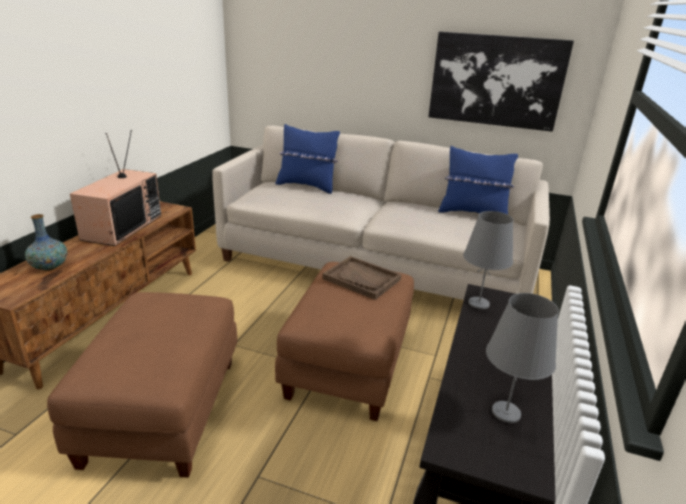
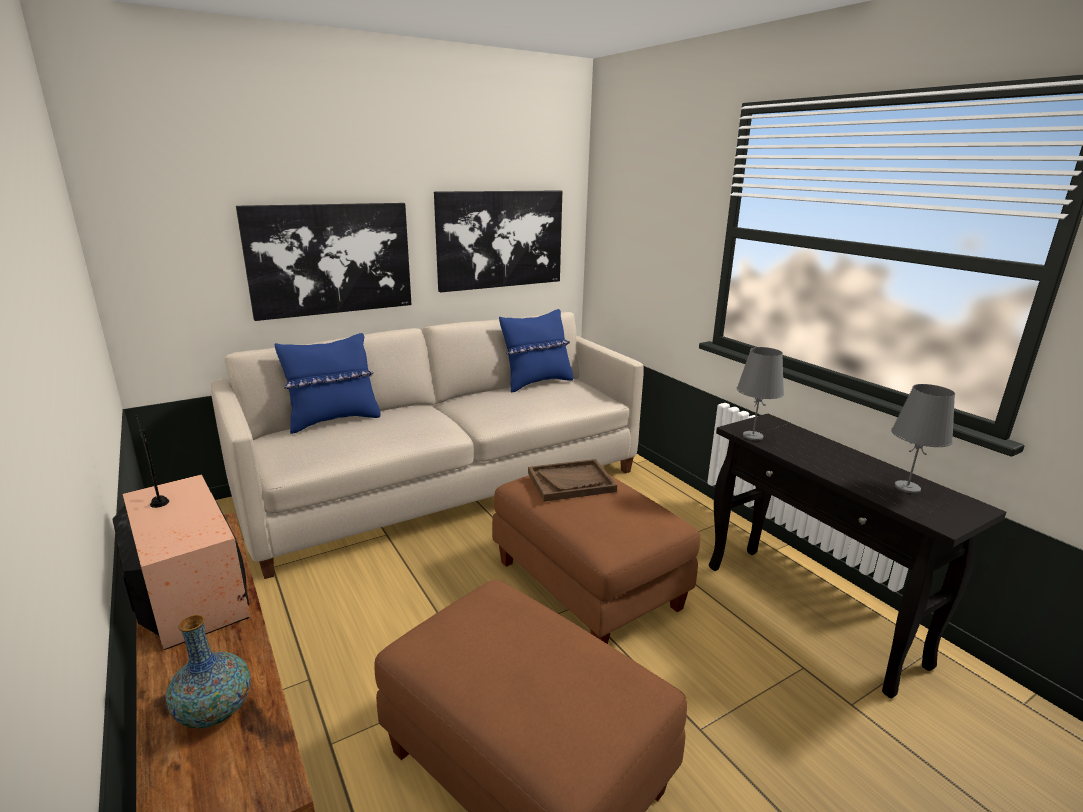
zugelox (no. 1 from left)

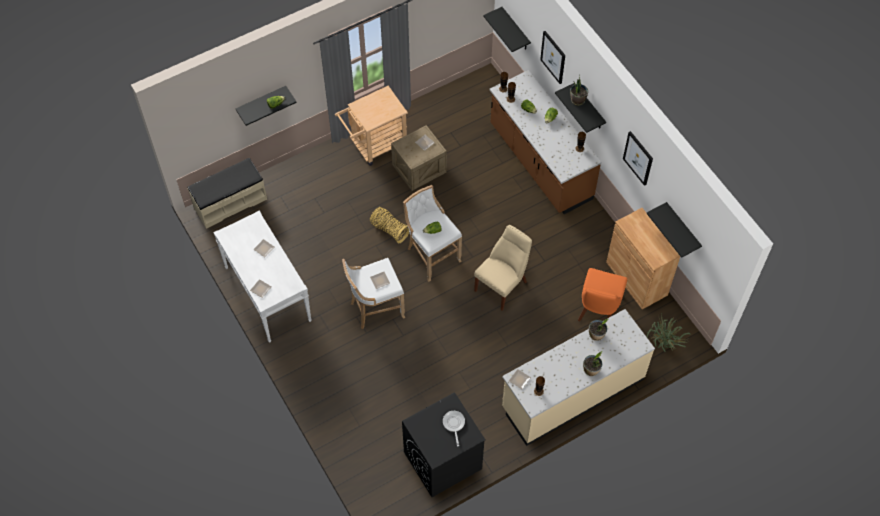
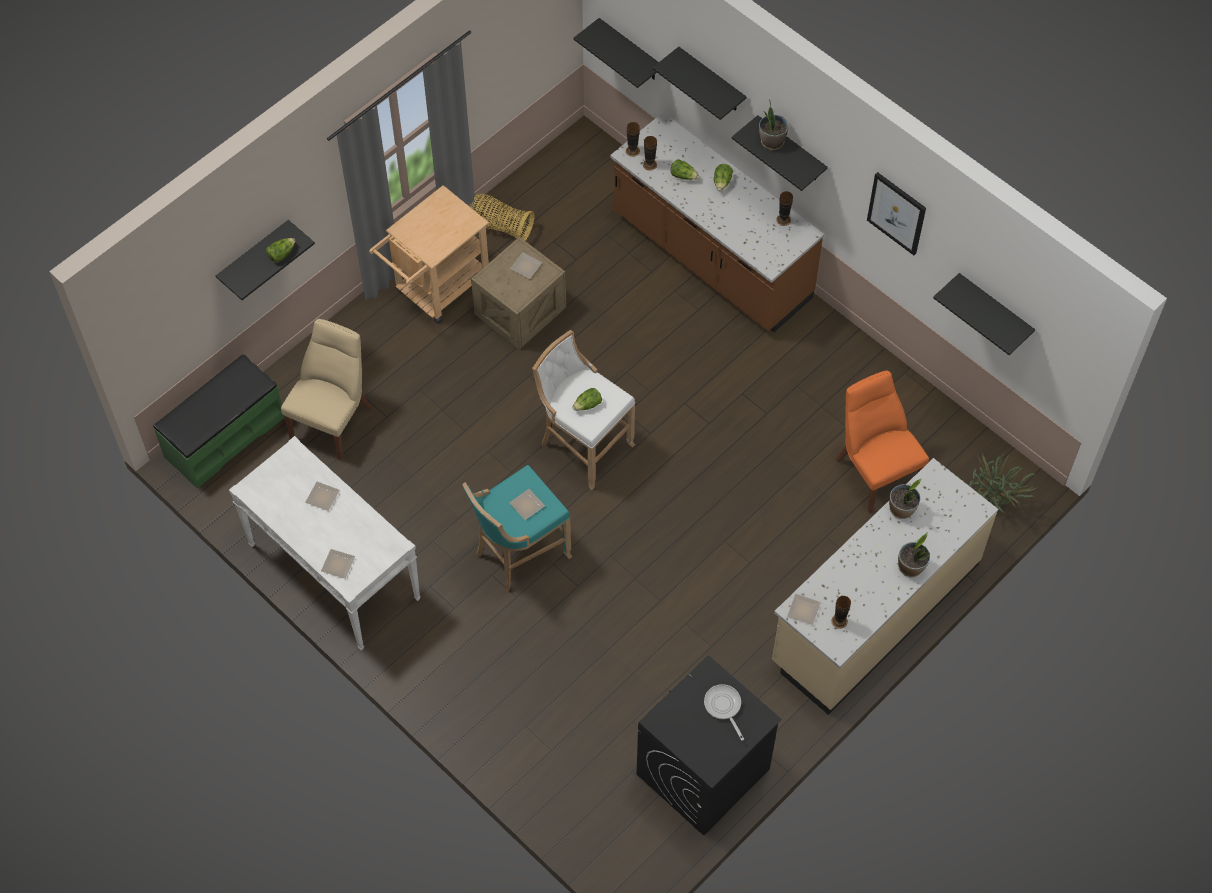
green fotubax
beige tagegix
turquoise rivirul
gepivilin
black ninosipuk (no. 3 from left)
orange tagegix
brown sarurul

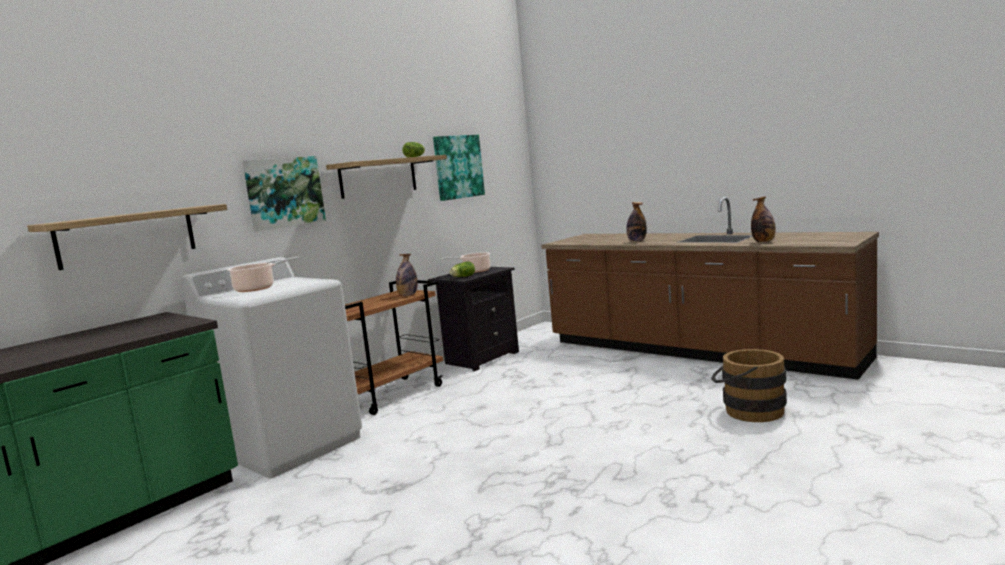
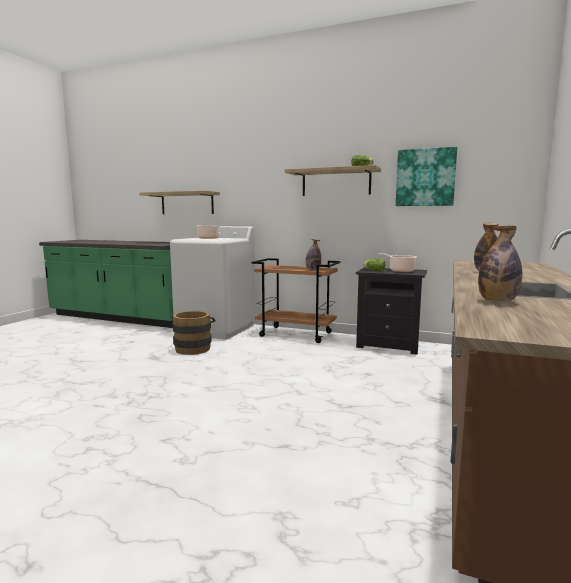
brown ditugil
zugelox (no. 1 from left in the first image)

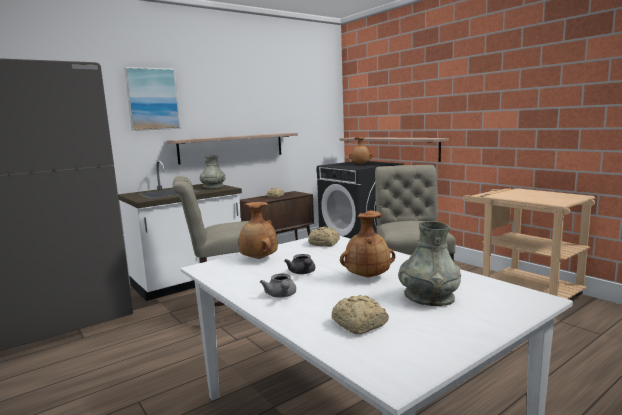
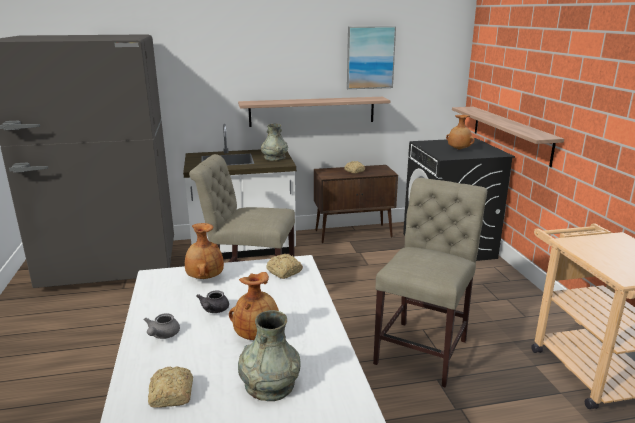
zugelox

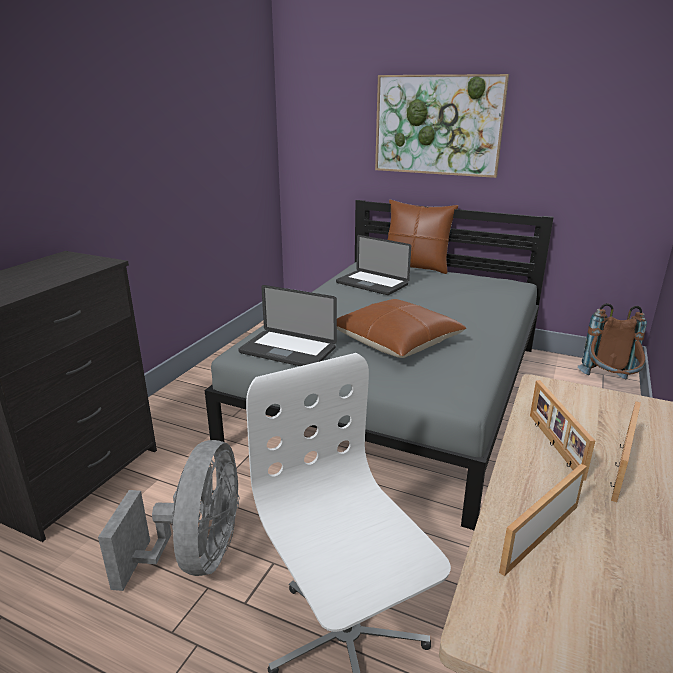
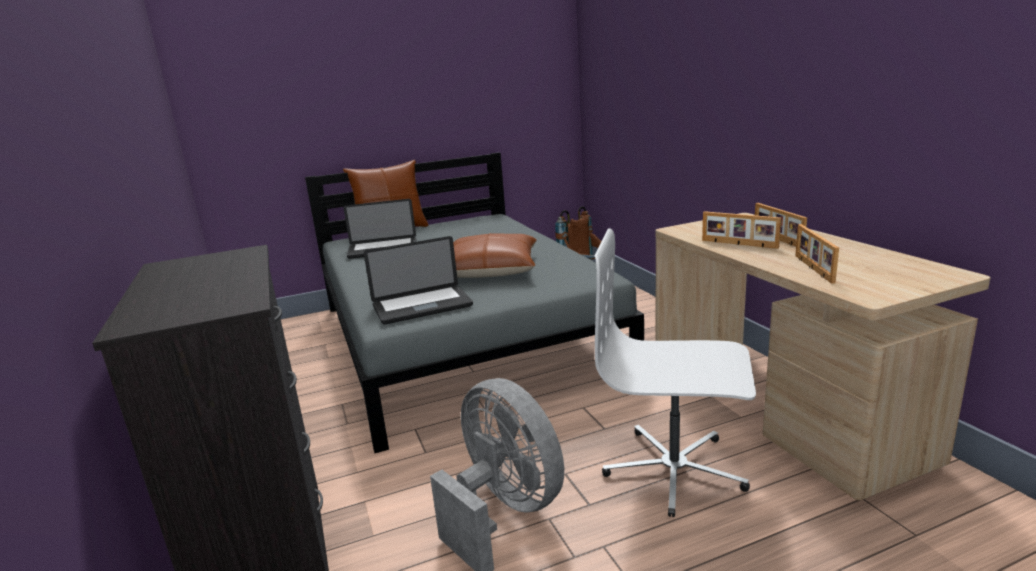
zugelox

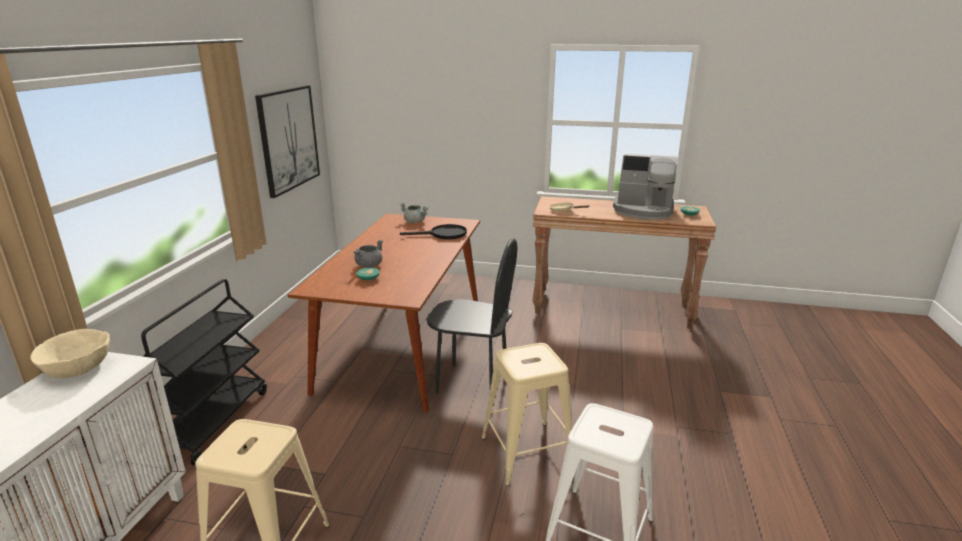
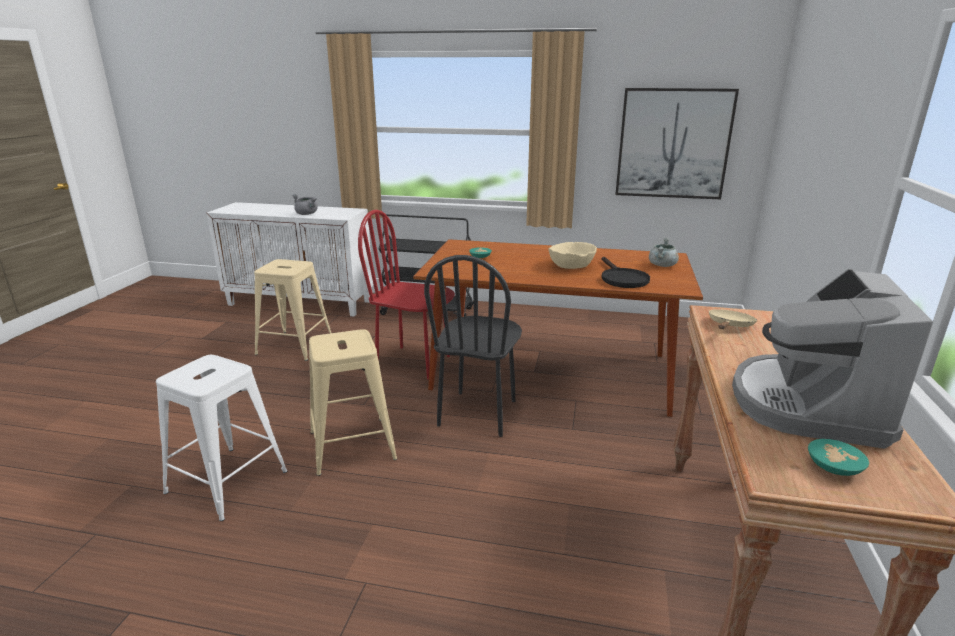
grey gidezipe (no. 1 from left)
red tagegix
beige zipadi

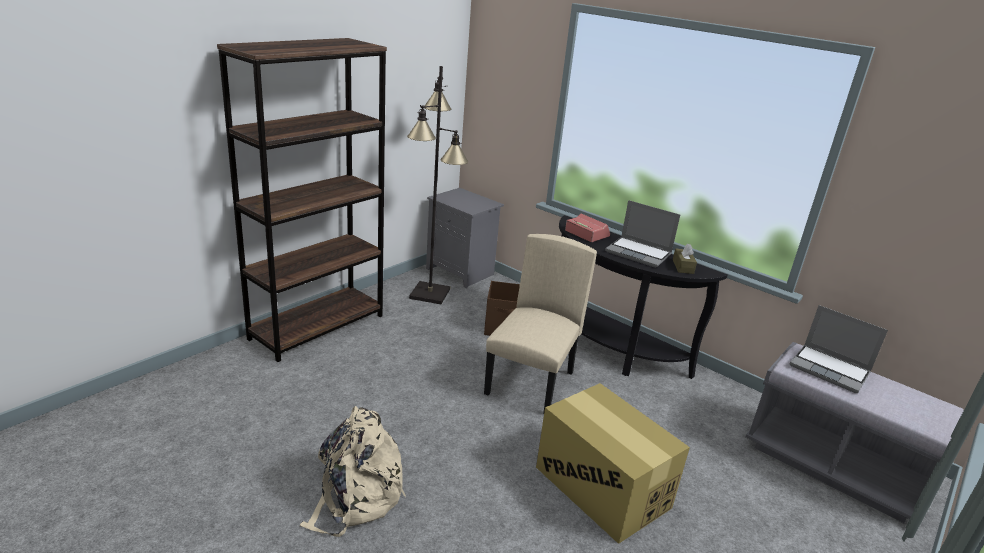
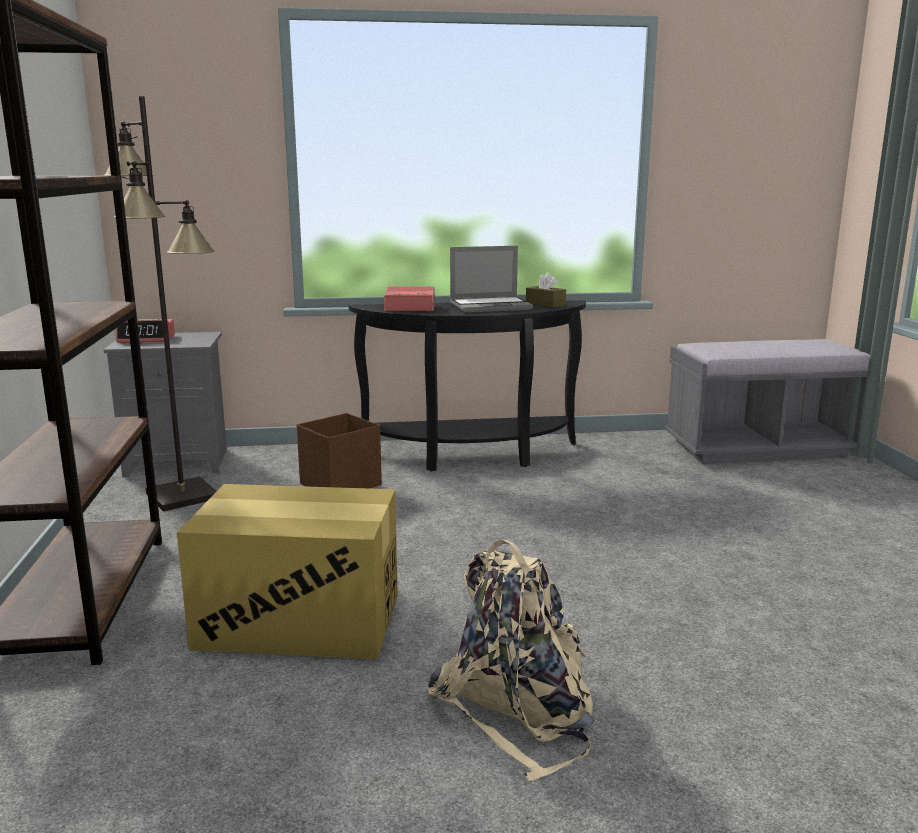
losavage (no. 1 from left)
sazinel
beige tagegix
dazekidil (no. 2 from left in the first image)

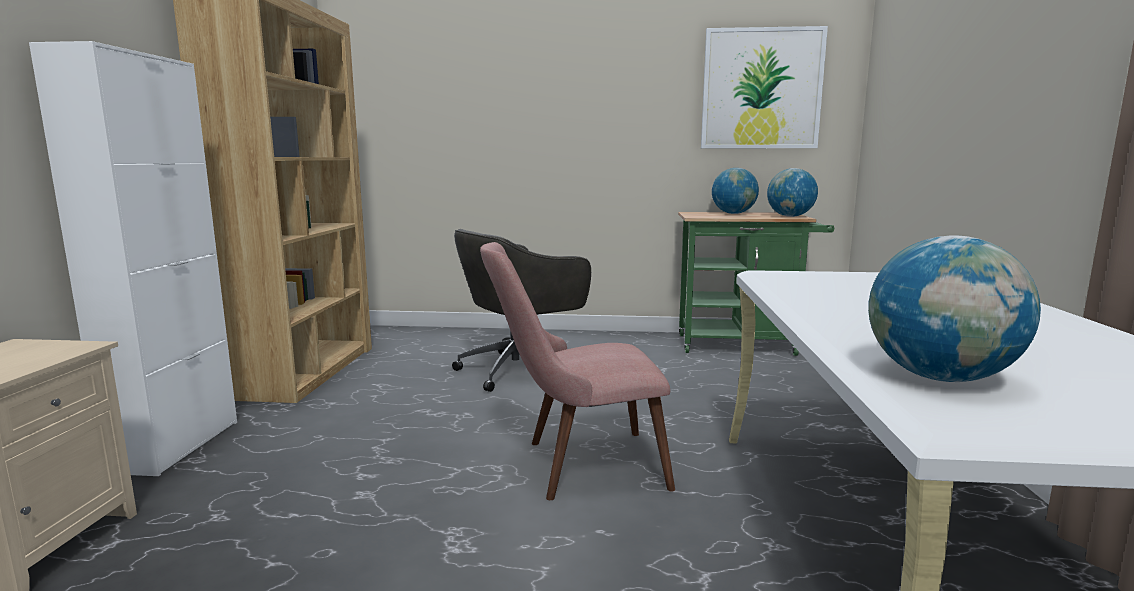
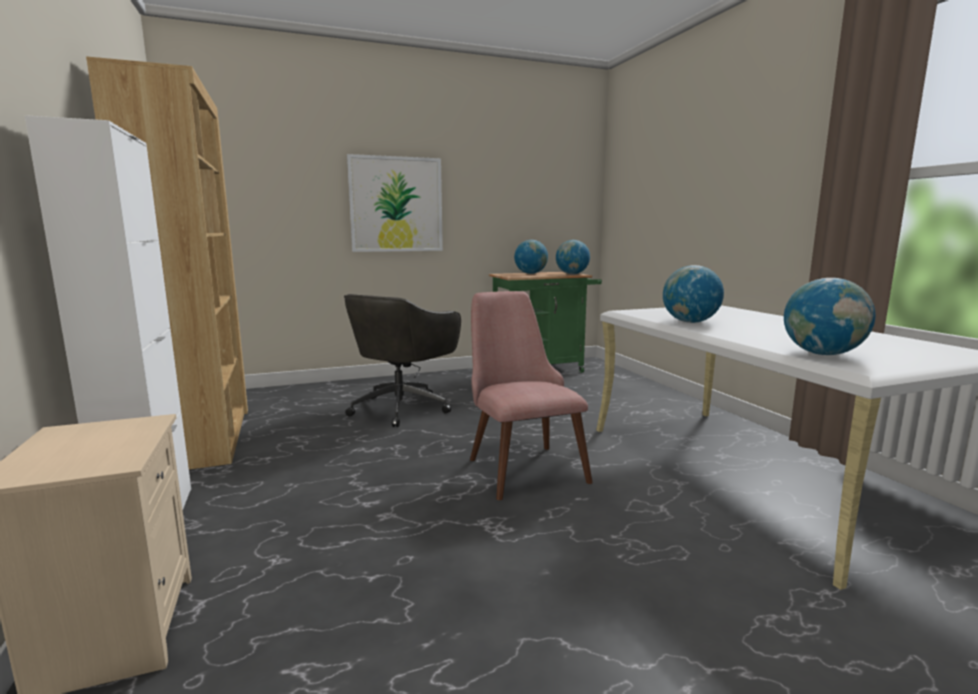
zugelox
pink tagegix
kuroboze (no. 3 from left)

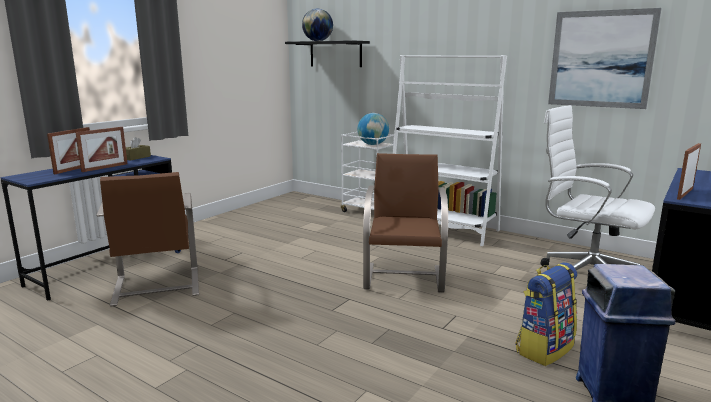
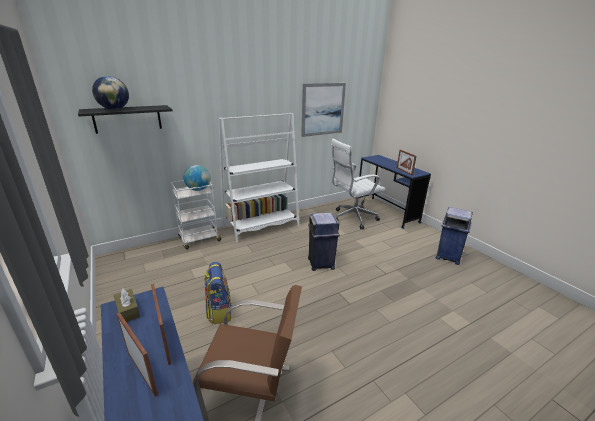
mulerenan
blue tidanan (no. 1 from left)

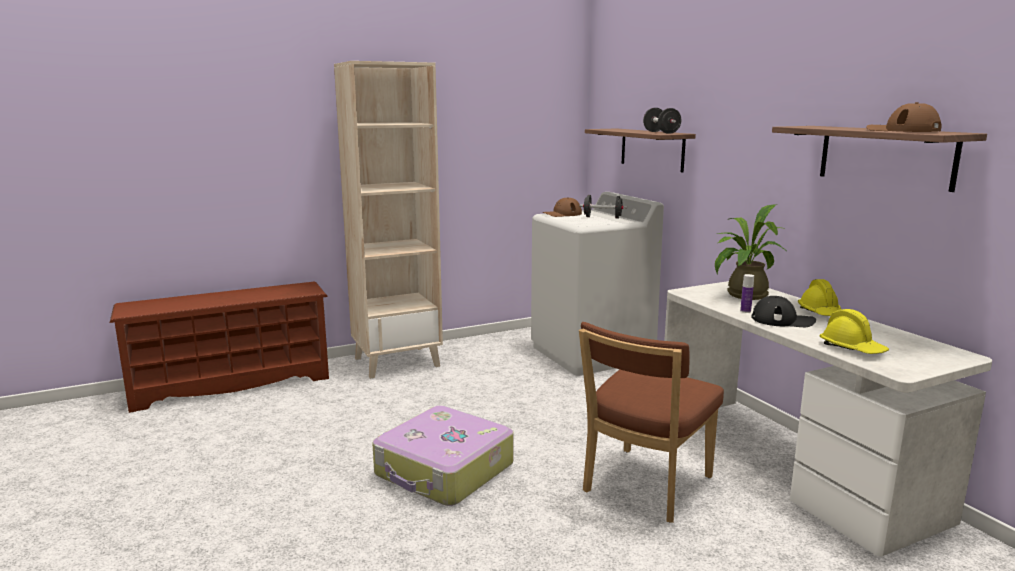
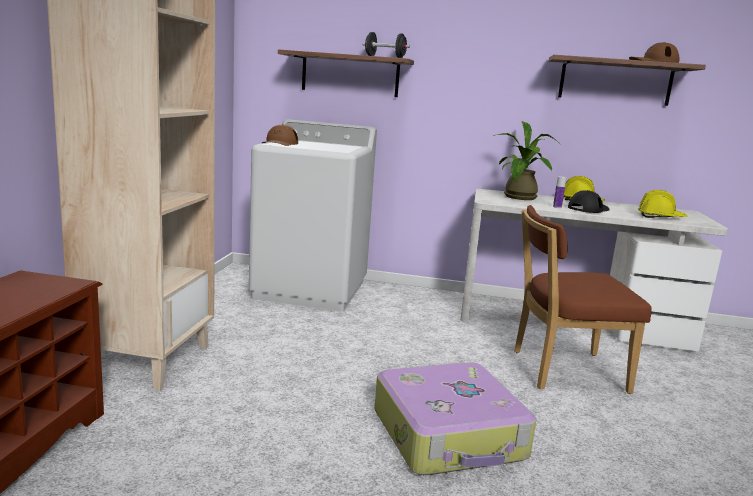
brown tagegix
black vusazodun (no. 1 from left in the first image)

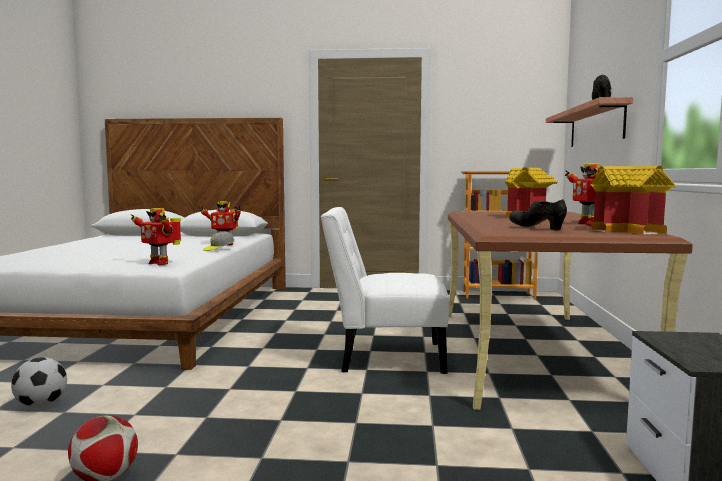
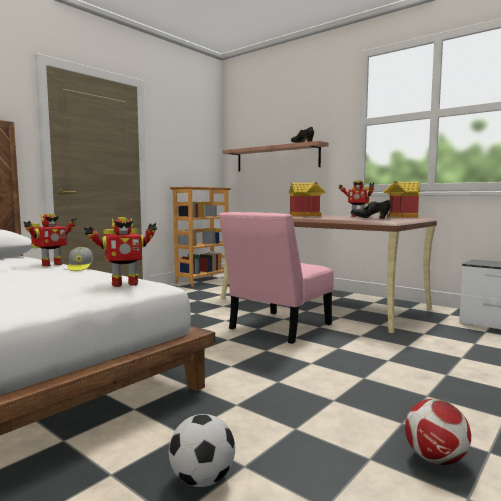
pink tagegix

